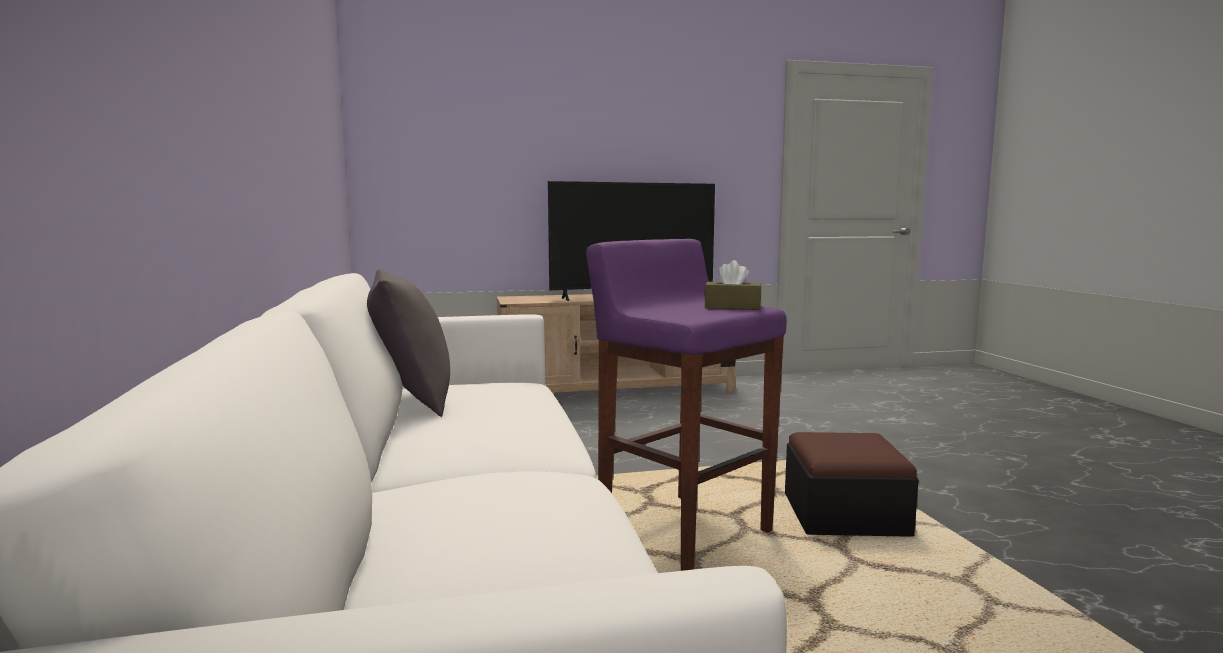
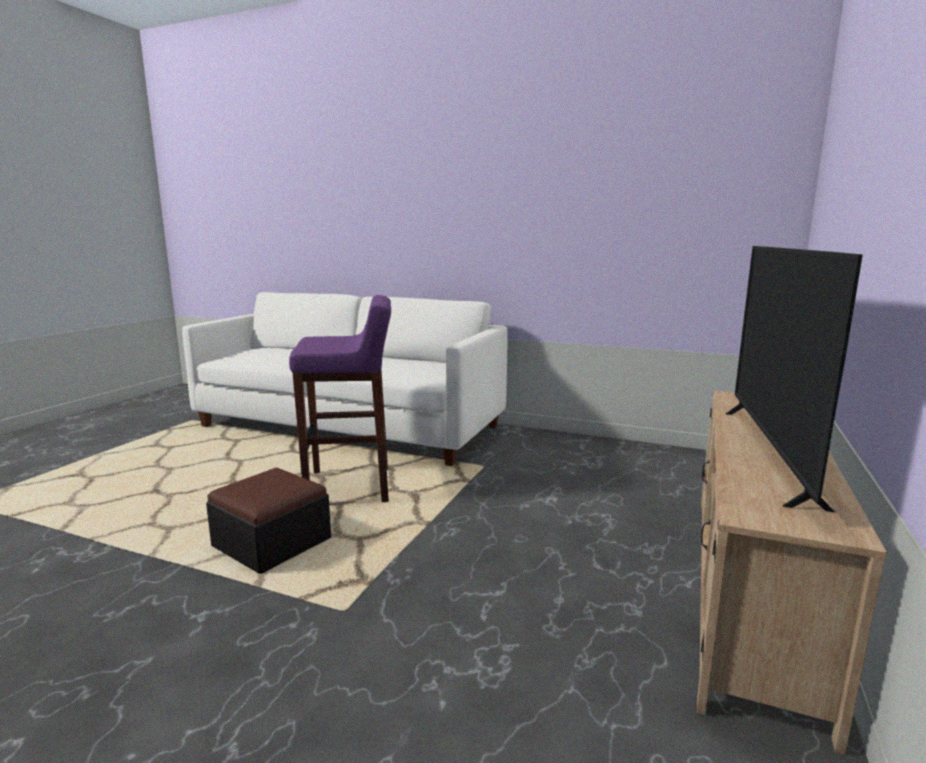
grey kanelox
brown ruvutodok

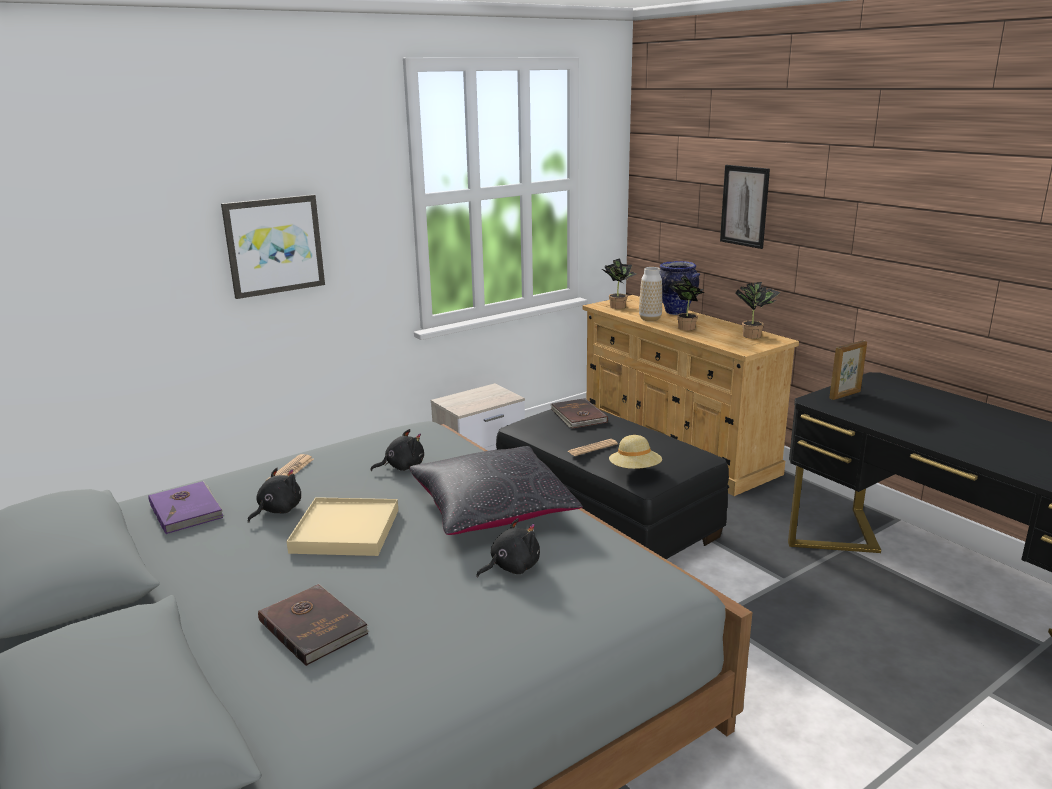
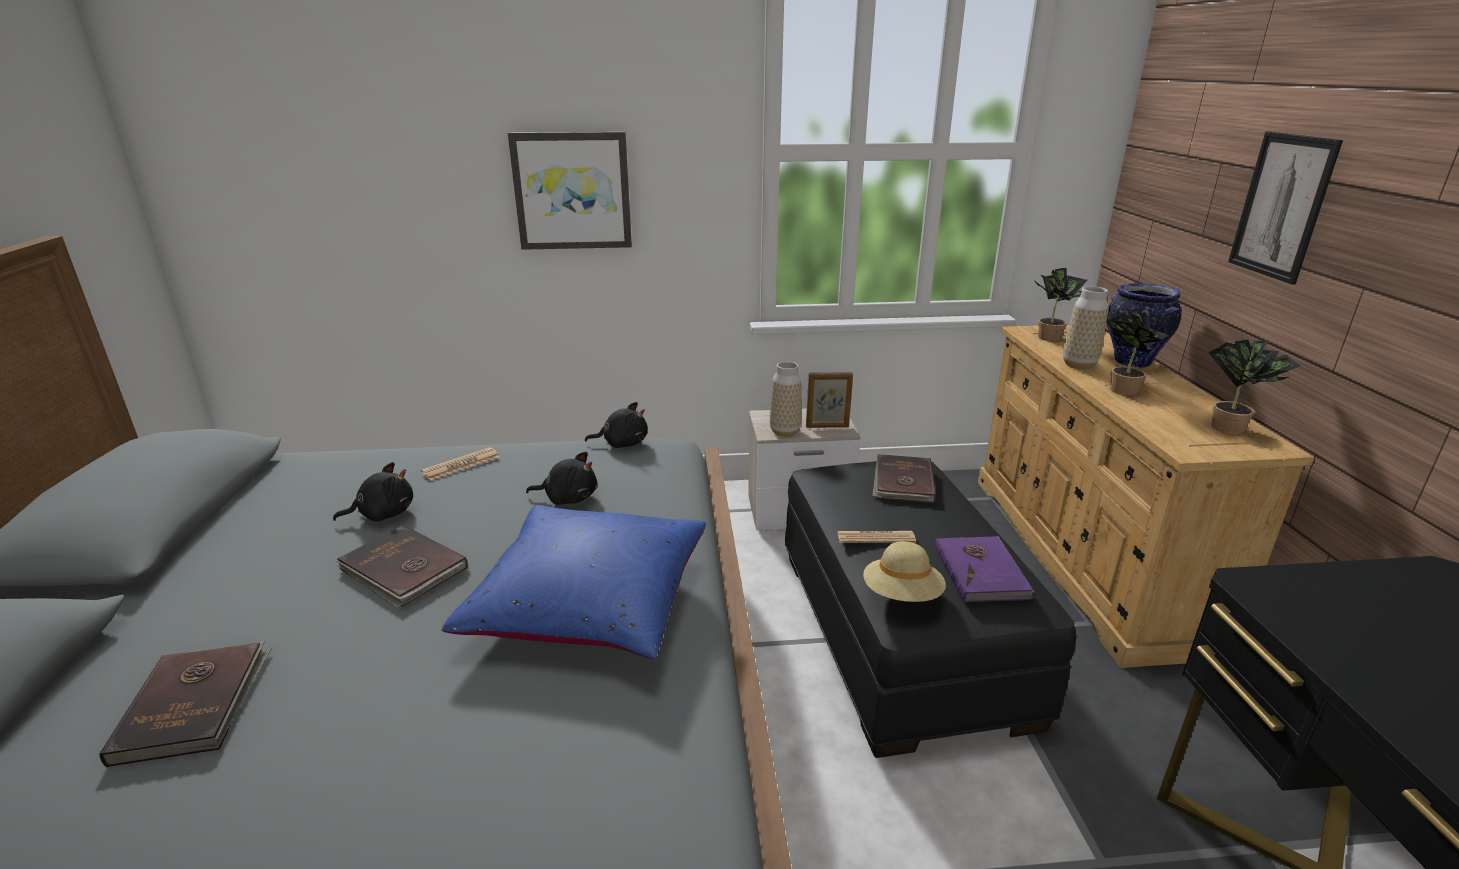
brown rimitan (no. 2 from left)
blue kanelox
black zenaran (no. 3 from left)
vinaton (no. 1 from left)
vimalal
purple rimitan

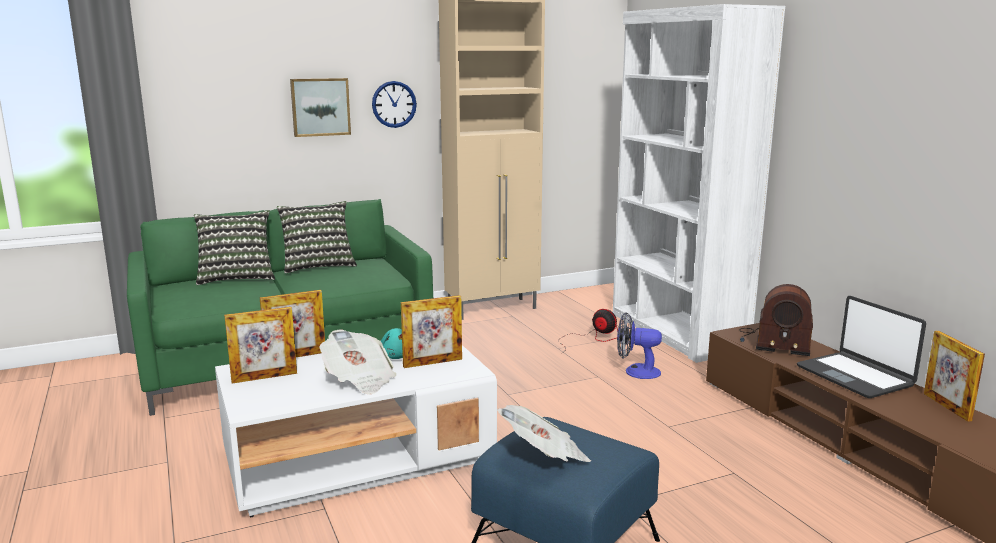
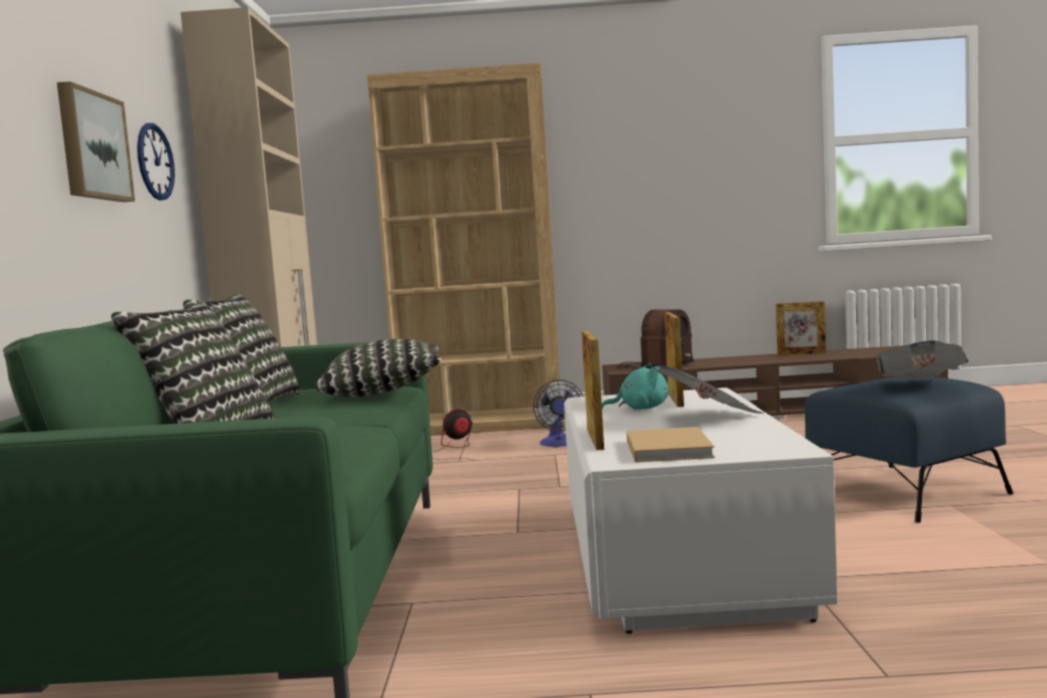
kanelox (no. 3 from left)
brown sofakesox
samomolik (no. 2 from left)
beige rimitan
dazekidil

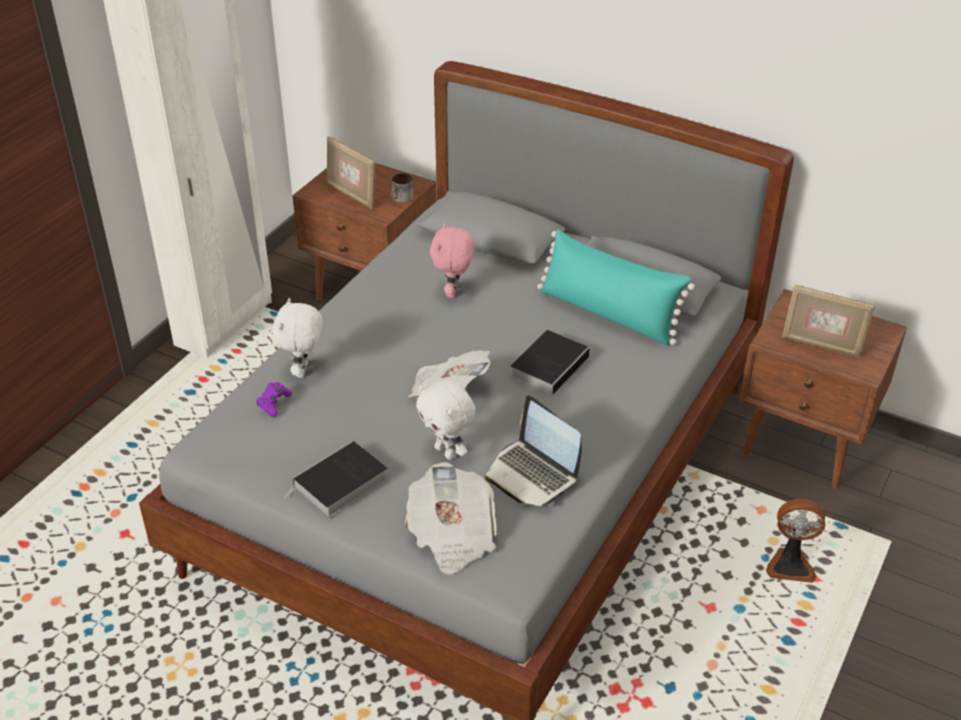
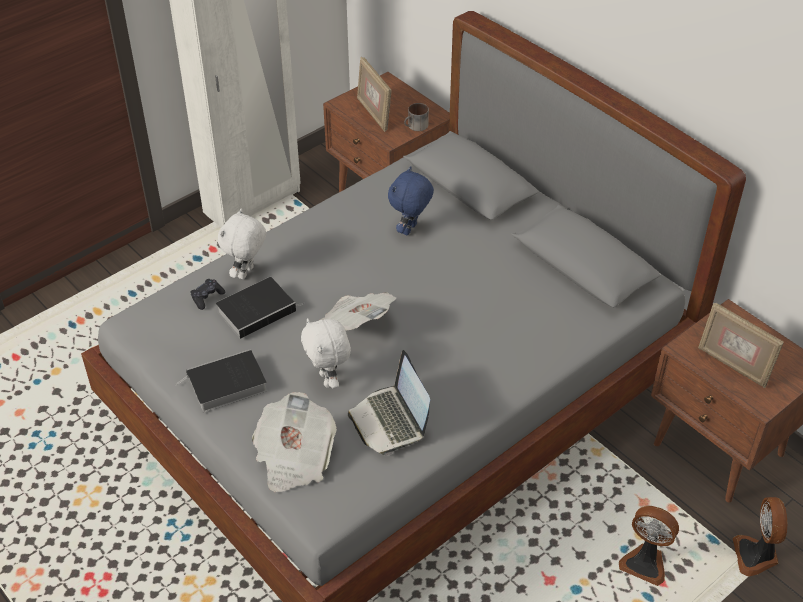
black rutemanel
rimitan (no. 2 from left)
blue zenaran
samomolik (no. 2 from left)
turquoise kanelox

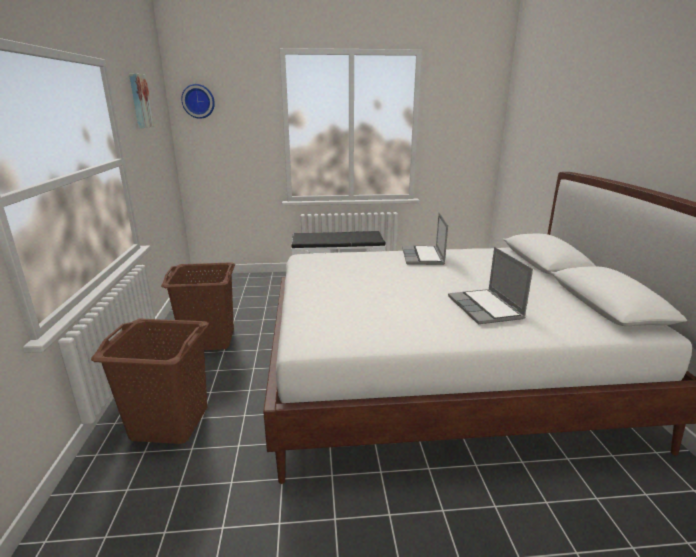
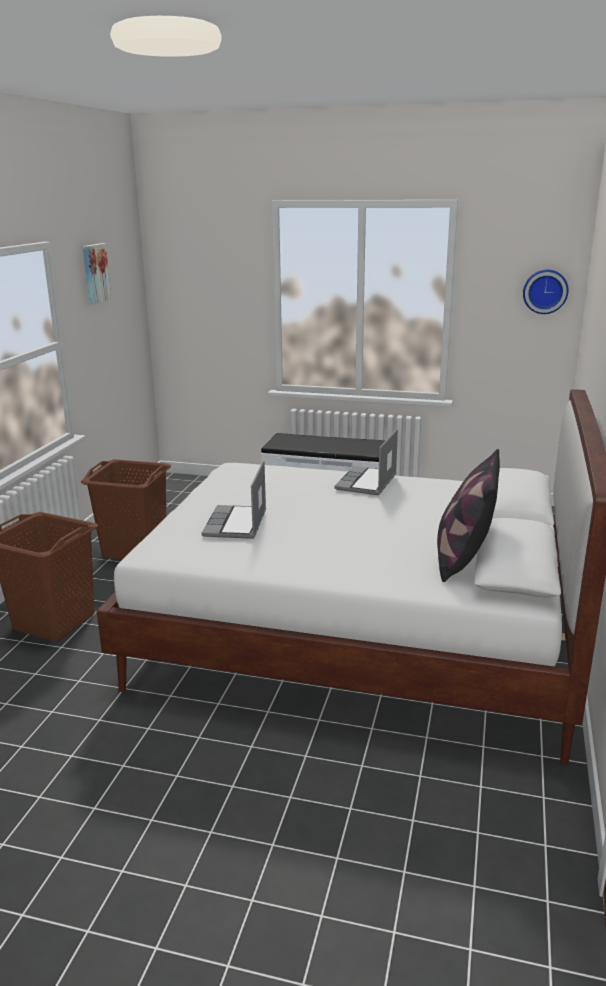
dazekidil (no. 1 from left)
kanelox
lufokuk

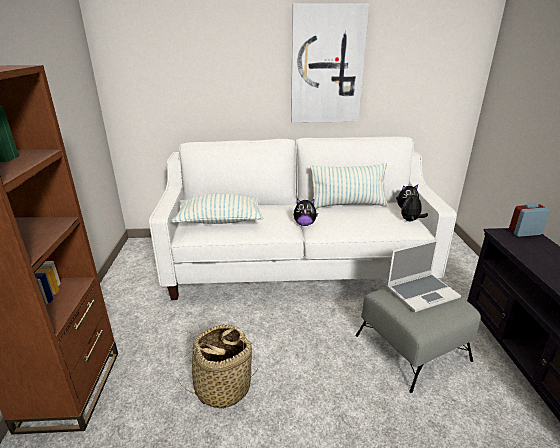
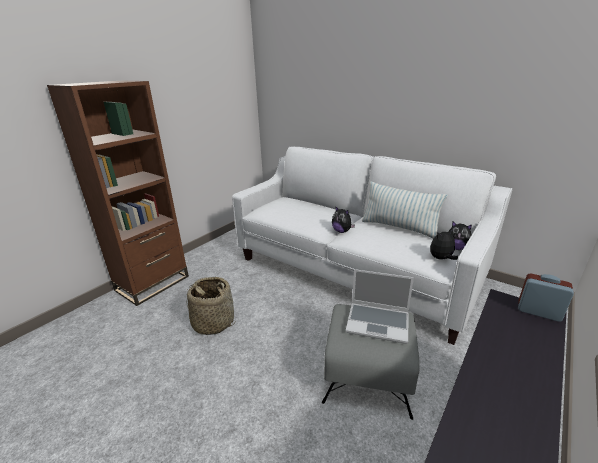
kanelox (no. 1 from left in the first image)
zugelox

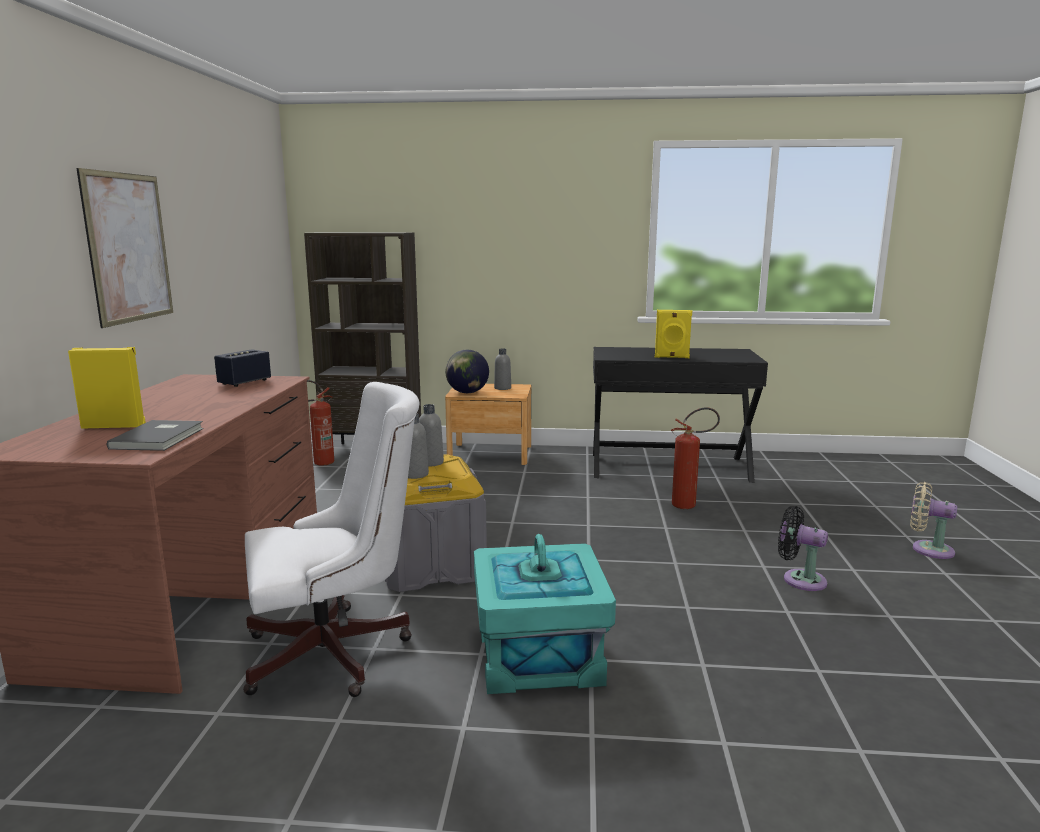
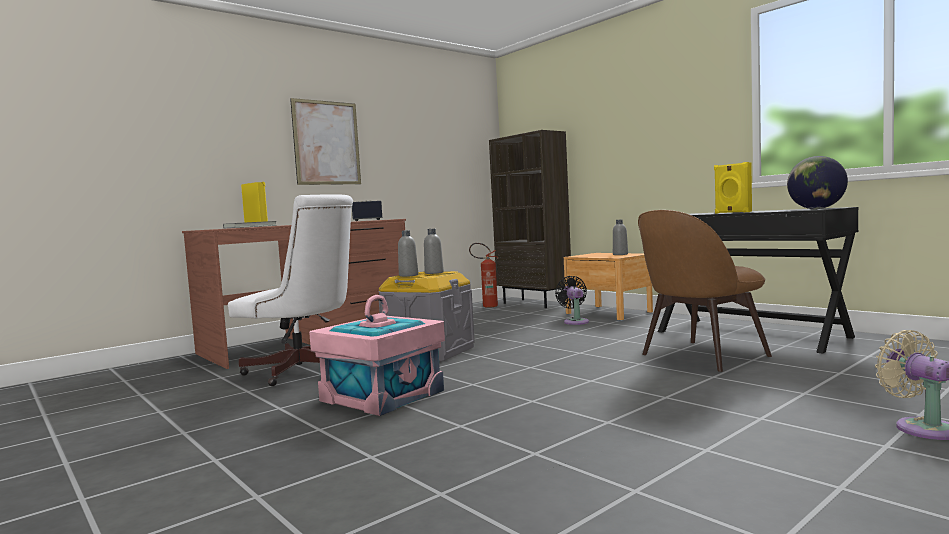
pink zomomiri
black samomolik
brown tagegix
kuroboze

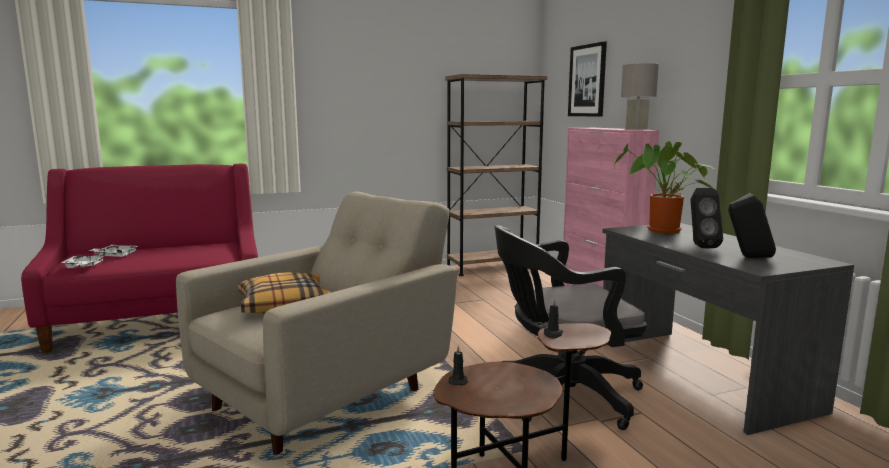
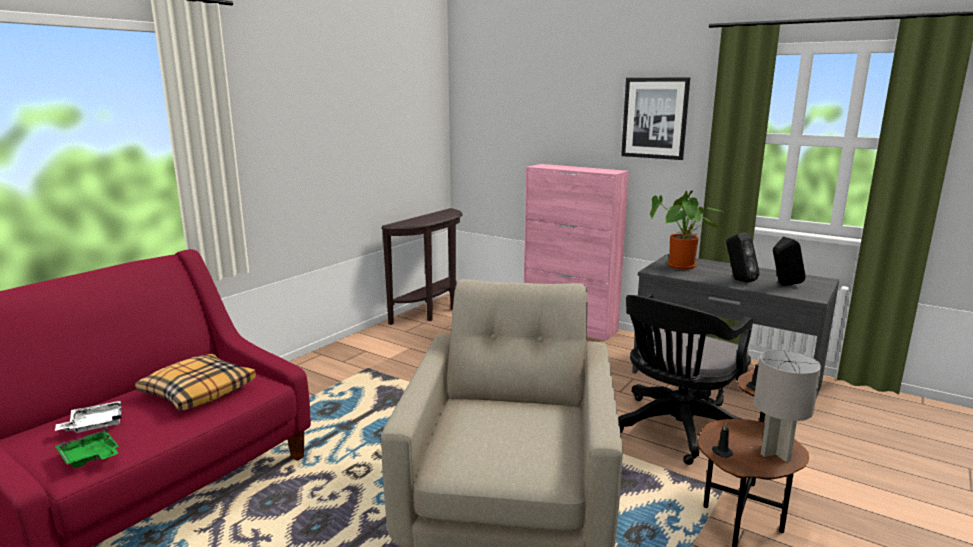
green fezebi
kanelox
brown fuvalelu
zugelox
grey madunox

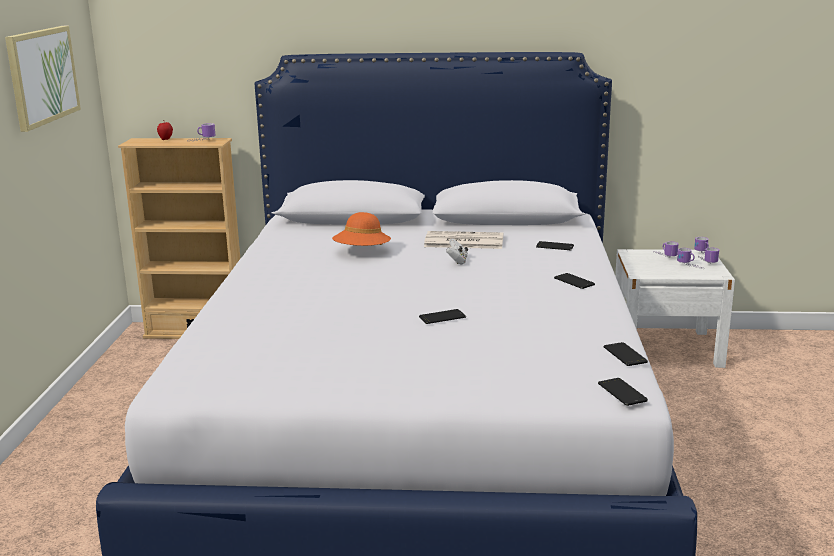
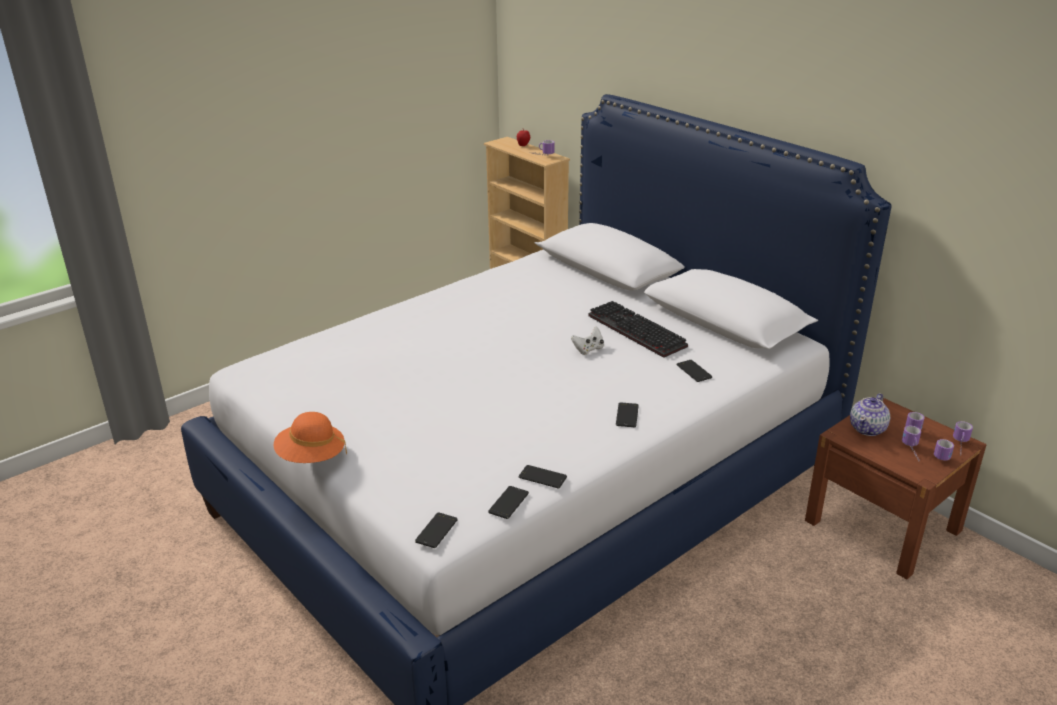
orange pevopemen
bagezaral (no. 3 from left)
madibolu
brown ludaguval
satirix
zugelox

